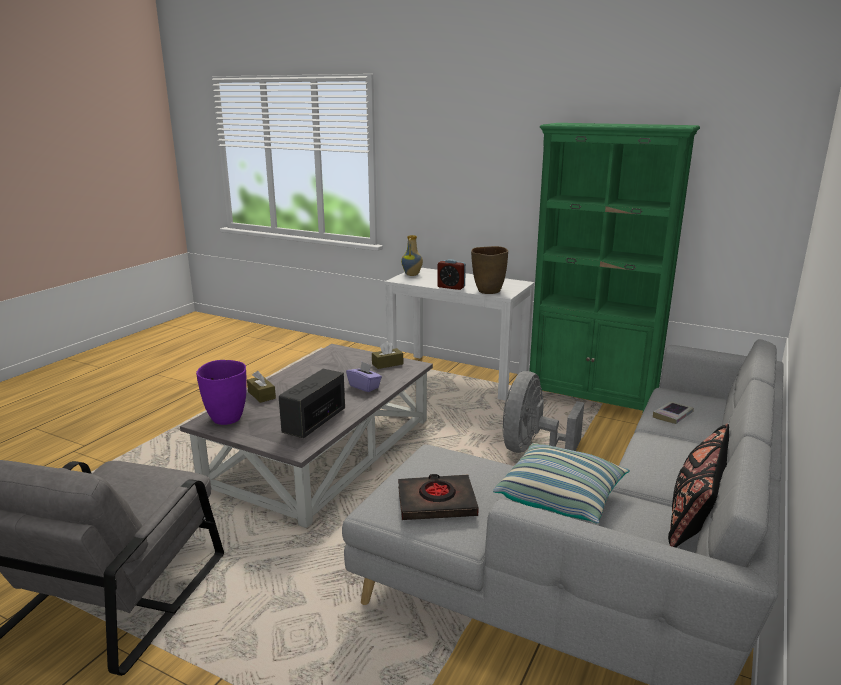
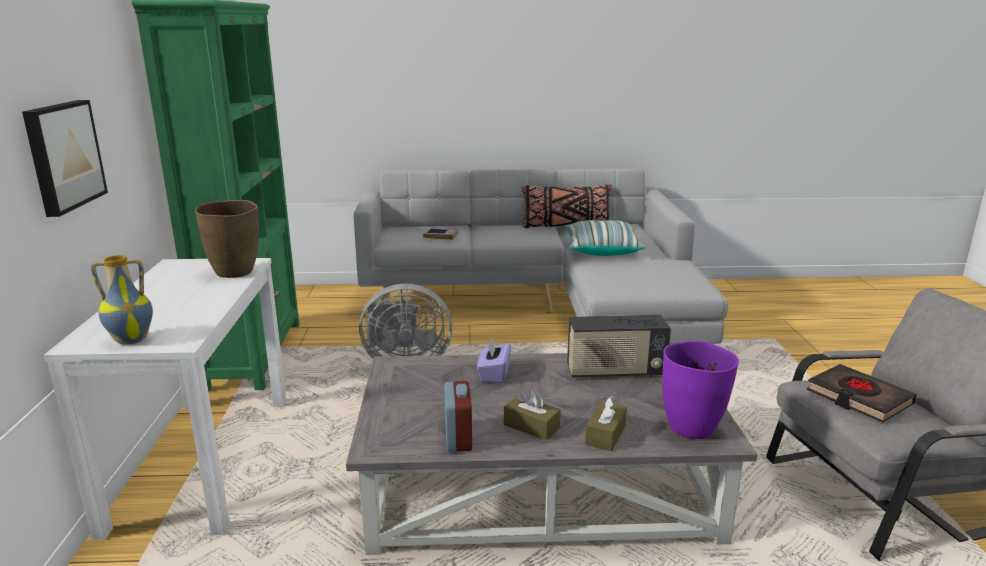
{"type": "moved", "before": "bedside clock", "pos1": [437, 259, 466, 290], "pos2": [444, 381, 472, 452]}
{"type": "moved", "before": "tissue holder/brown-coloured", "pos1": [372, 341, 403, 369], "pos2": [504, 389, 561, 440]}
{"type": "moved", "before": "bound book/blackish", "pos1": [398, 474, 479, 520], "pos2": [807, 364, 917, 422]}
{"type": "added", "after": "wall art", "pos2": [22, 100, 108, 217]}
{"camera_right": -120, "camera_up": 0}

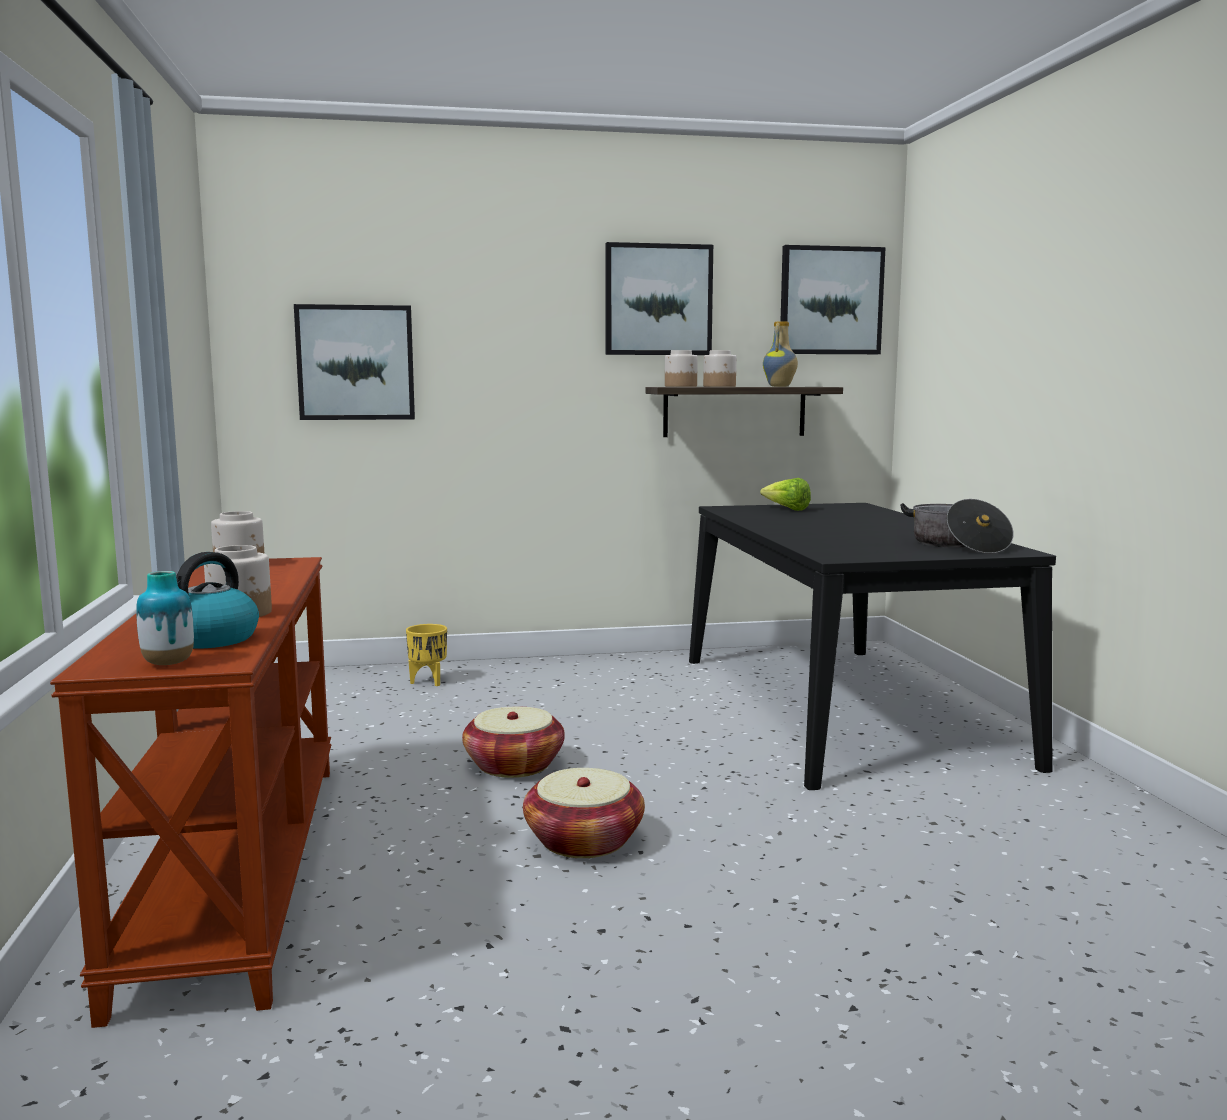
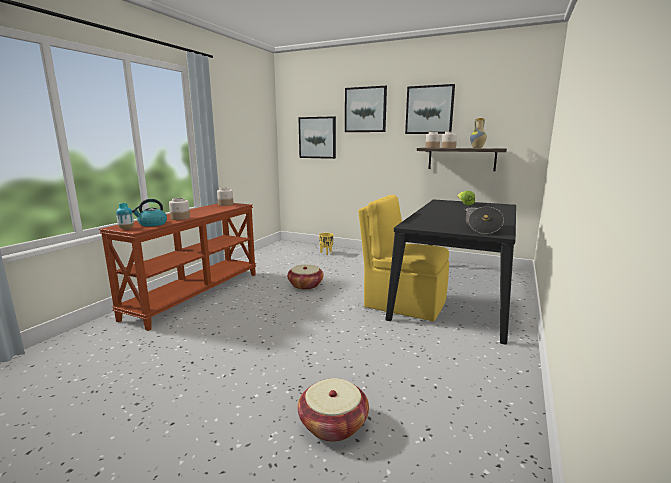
{"type": "moved", "before": "wall art", "pos1": [781, 245, 886, 354], "pos2": [345, 86, 387, 132]}
{"type": "moved", "before": "basket", "pos1": [523, 768, 645, 858], "pos2": [298, 378, 369, 442]}
{"type": "added", "after": "plain chair/yellowish", "pos2": [358, 195, 449, 321]}
{"camera_right": 35, "camera_up": 5}

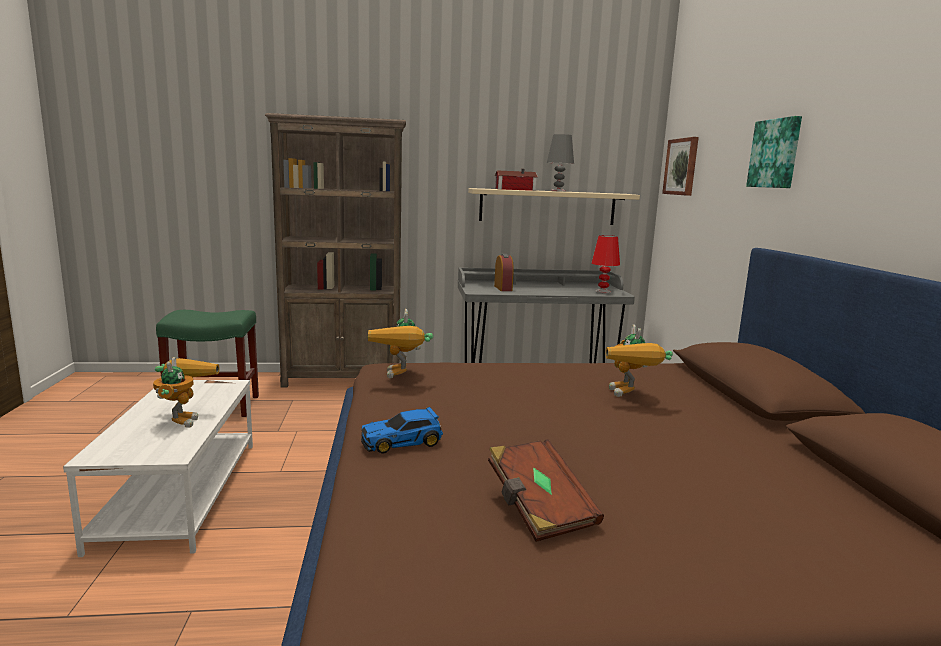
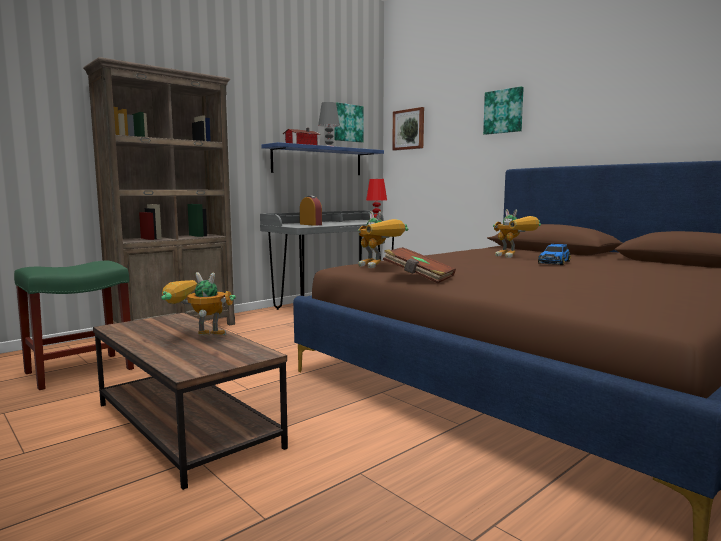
{"type": "recoloured", "before": "bracket shelf/beige", "after": "bracket shelf/bluish", "pos1": [468, 188, 640, 225], "pos2": [261, 142, 384, 175]}
{"type": "turned", "before": "toy robot", "pos1": [153, 357, 220, 428], "pos2": [161, 272, 236, 335], "turn": -45}
{"type": "recoloured", "before": "low table/white", "after": "low table/brown-coloured", "pos1": [63, 380, 253, 557], "pos2": [93, 313, 288, 490]}
{"type": "moved", "before": "model car", "pos1": [361, 407, 443, 454], "pos2": [538, 244, 571, 265]}
{"type": "moved", "before": "bound book/brown-coloured", "pos1": [488, 439, 604, 542], "pos2": [383, 247, 456, 283]}
{"type": "added", "after": "wall art", "pos2": [334, 102, 364, 143]}
{"camera_right": -35, "camera_up": -5}

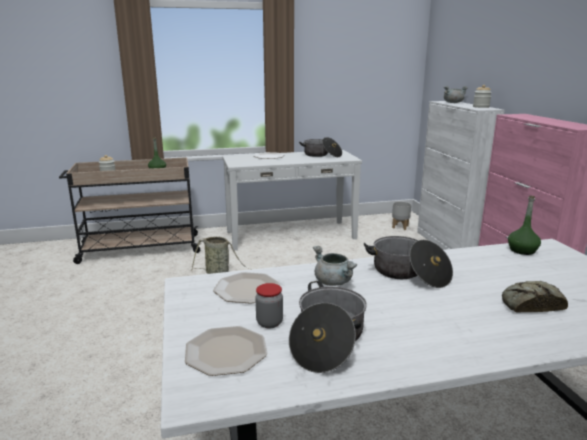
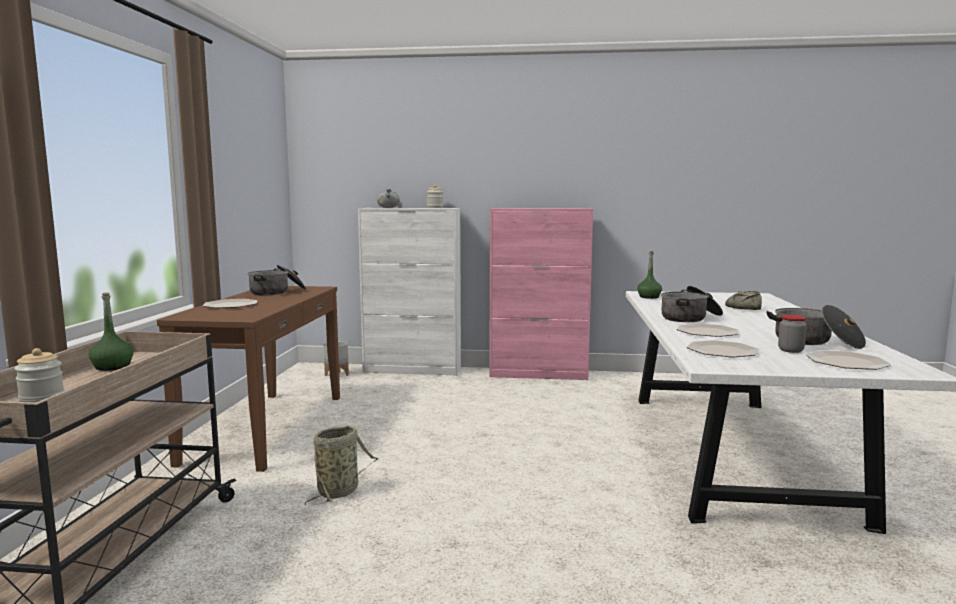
{"type": "recoloured", "before": "console table/white", "after": "console table/brown-coloured", "pos1": [222, 150, 362, 250], "pos2": [157, 286, 340, 472]}
{"type": "replaced", "before": "saucepot/greyish", "after": "plate", "pos1": [313, 246, 357, 286], "pos2": [677, 323, 739, 337]}
{"camera_right": -70, "camera_up": -10}

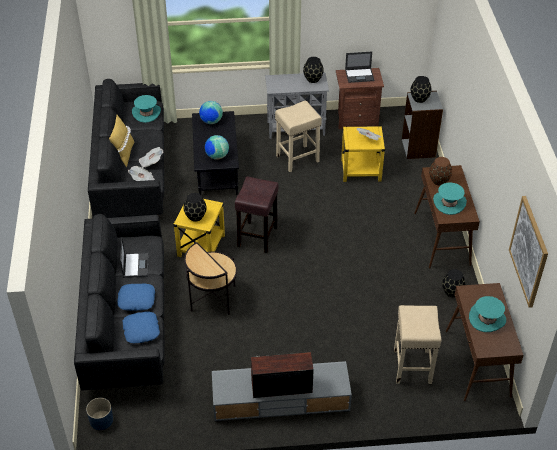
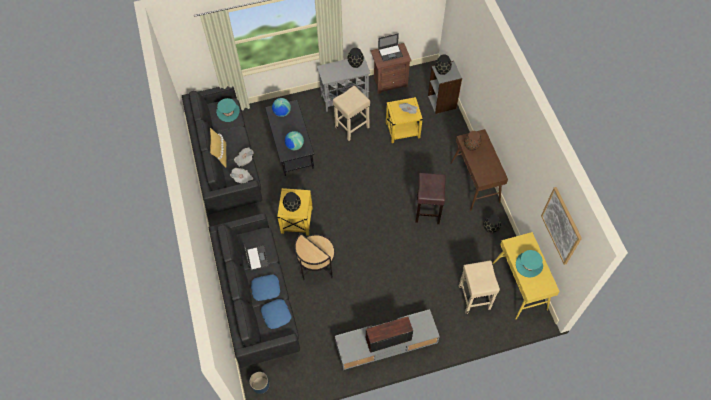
{"type": "moved", "before": "stool seat/brown-coloured", "pos1": [235, 177, 279, 253], "pos2": [415, 173, 446, 224]}
{"type": "removed", "before": "hat/turquoise", "pos1": [433, 183, 467, 215]}
{"type": "recoloured", "before": "console table/brown-coloured", "after": "console table/yellowish", "pos1": [446, 283, 524, 401], "pos2": [492, 232, 560, 319]}
{"camera_right": -10, "camera_up": 15}

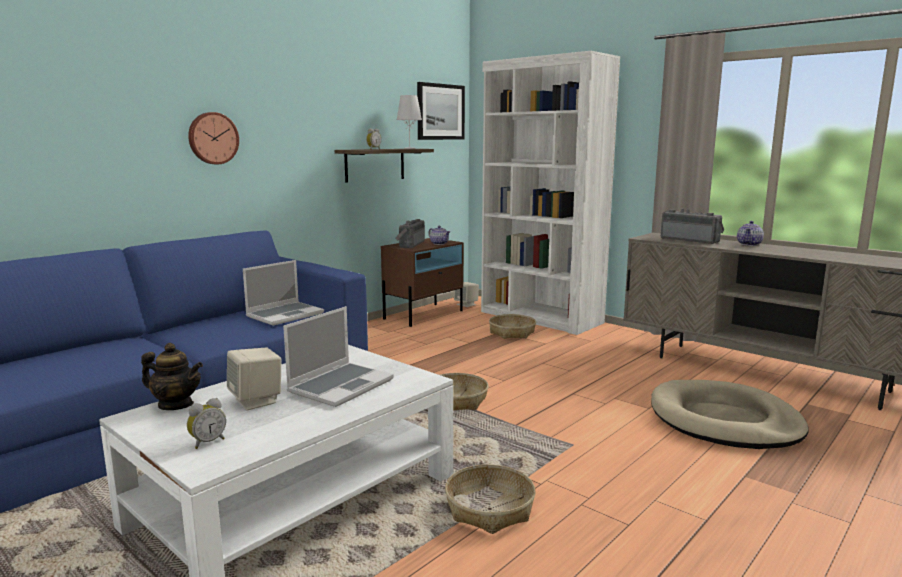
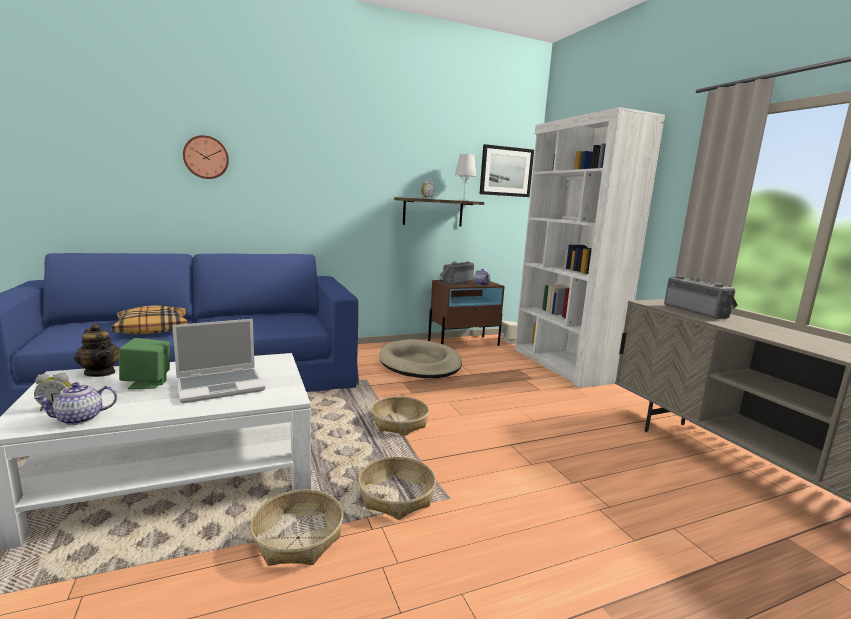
{"type": "moved", "before": "hanging clock", "pos1": [188, 112, 239, 165], "pos2": [183, 135, 229, 179]}
{"type": "moved", "before": "pot for tea", "pos1": [737, 221, 764, 246], "pos2": [34, 382, 117, 425]}
{"type": "removed", "before": "portable computer", "pos1": [243, 260, 324, 326]}
{"type": "moved", "before": "basket", "pos1": [489, 314, 536, 339], "pos2": [358, 457, 436, 520]}
{"type": "recoloured", "before": "speaker/beige", "after": "speaker/green-coloured", "pos1": [227, 348, 281, 410], "pos2": [119, 338, 170, 389]}
{"type": "moved", "before": "pet bed/beige", "pos1": [651, 380, 809, 449], "pos2": [379, 339, 462, 378]}
{"type": "added", "after": "throw pillow", "pos2": [112, 305, 187, 334]}
{"camera_right": 25, "camera_up": 0}

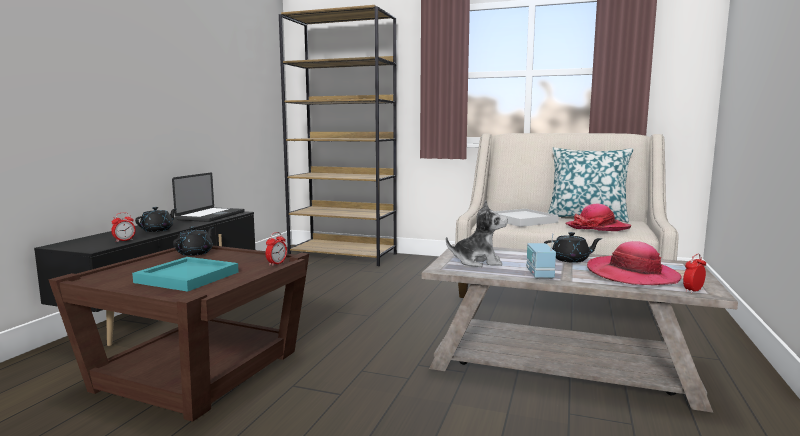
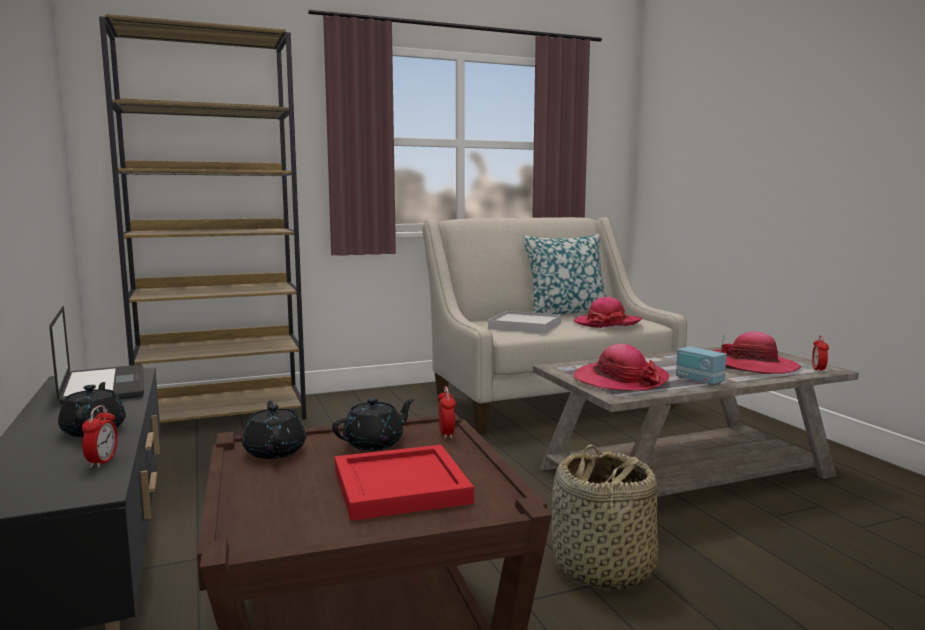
{"type": "replaced", "before": "soft toy", "after": "hat", "pos1": [446, 200, 508, 267], "pos2": [574, 344, 669, 391]}
{"type": "moved", "before": "pot for tea/blackish", "pos1": [544, 232, 602, 263], "pos2": [332, 398, 415, 450]}
{"type": "recoloured", "before": "serving tray/turquoise", "after": "serving tray/reddish", "pos1": [132, 257, 239, 292], "pos2": [335, 445, 474, 521]}
{"type": "added", "after": "basket", "pos2": [552, 445, 658, 589]}
{"camera_right": -40, "camera_up": 0}

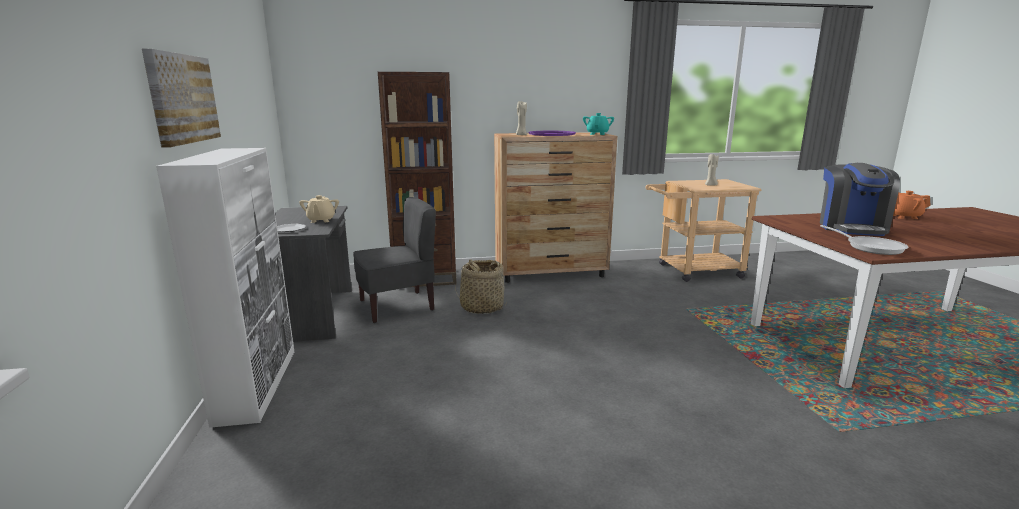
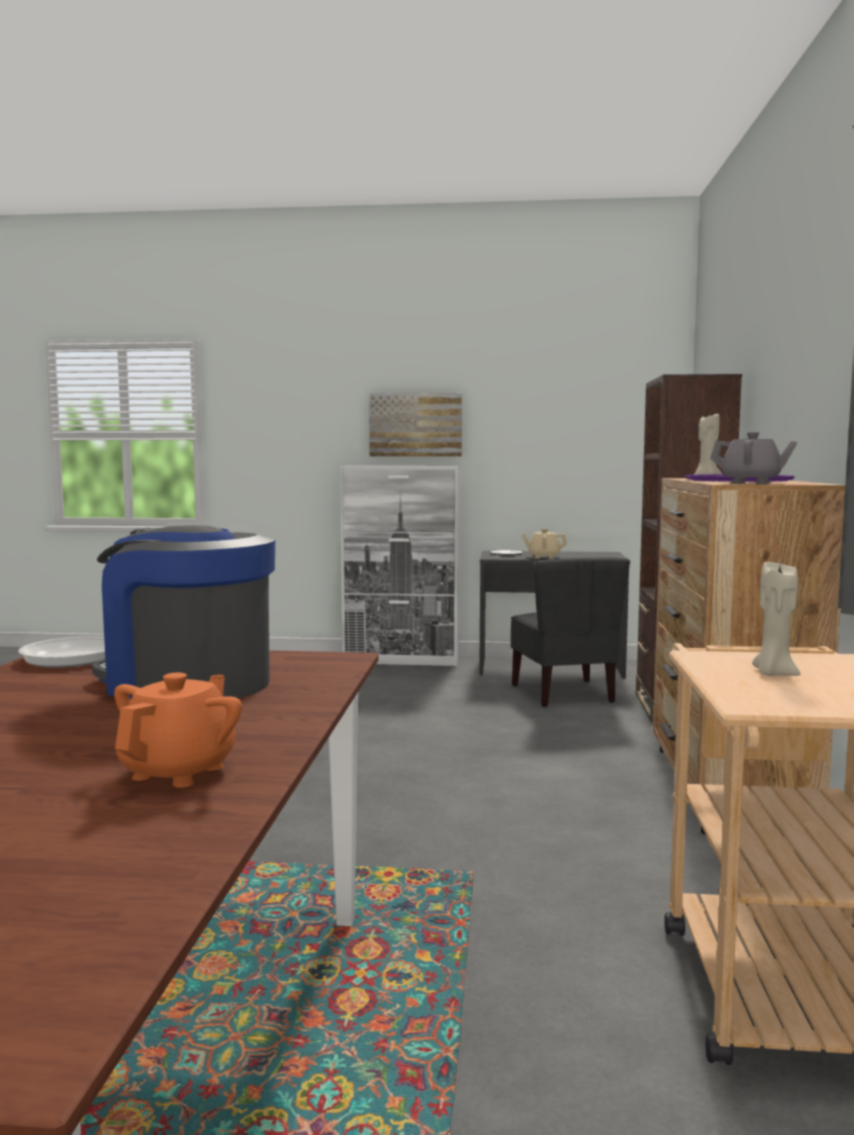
{"type": "recoloured", "before": "pot for tea/turquoise", "after": "pot for tea/greyish", "pos1": [583, 113, 614, 135], "pos2": [710, 432, 797, 484]}
{"type": "removed", "before": "basket", "pos1": [455, 259, 507, 314]}
{"camera_right": 105, "camera_up": -10}

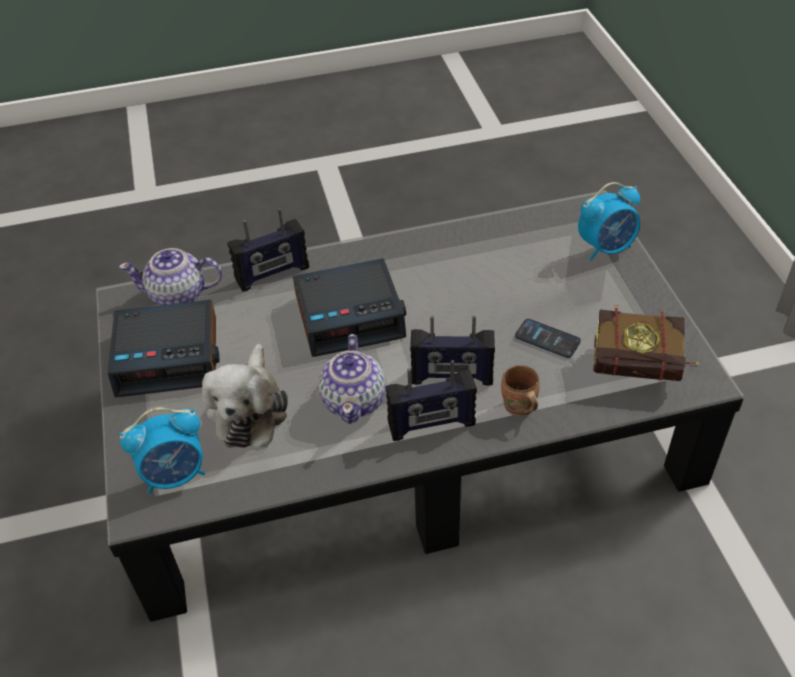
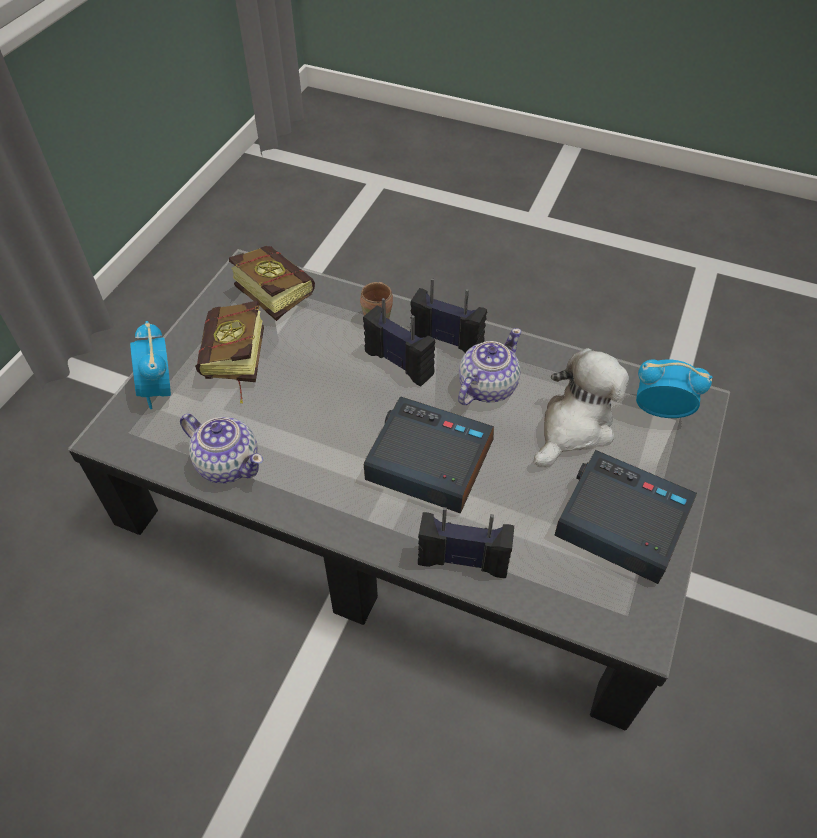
{"type": "turned", "before": "bedside clock", "pos1": [578, 182, 640, 261], "pos2": [130, 321, 171, 409], "turn": -120}
{"type": "moved", "before": "pot for tea", "pos1": [119, 248, 222, 305], "pos2": [180, 414, 263, 484]}
{"type": "removed", "before": "phone", "pos1": [515, 319, 581, 358]}
{"type": "added", "after": "bound book", "pos2": [195, 300, 264, 403]}
{"camera_right": -145, "camera_up": 5}

